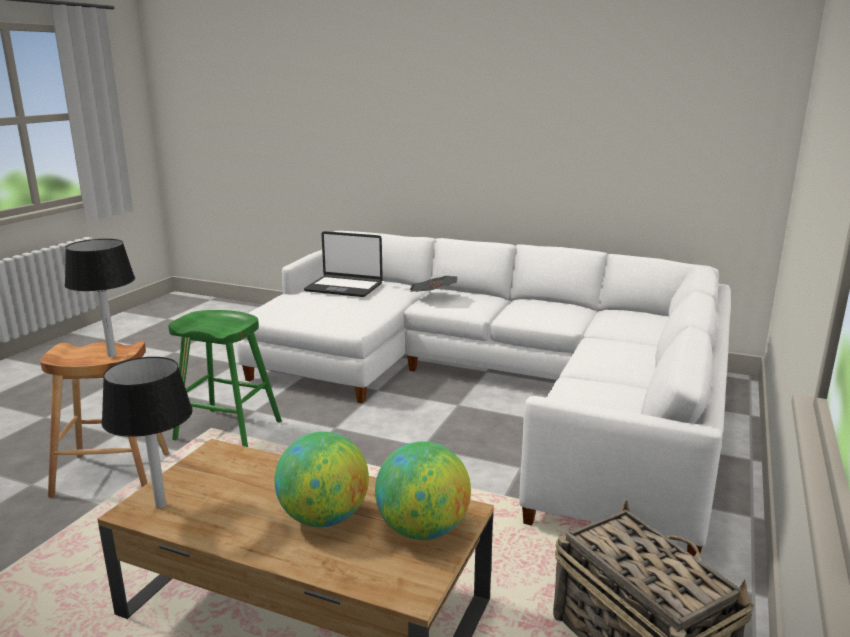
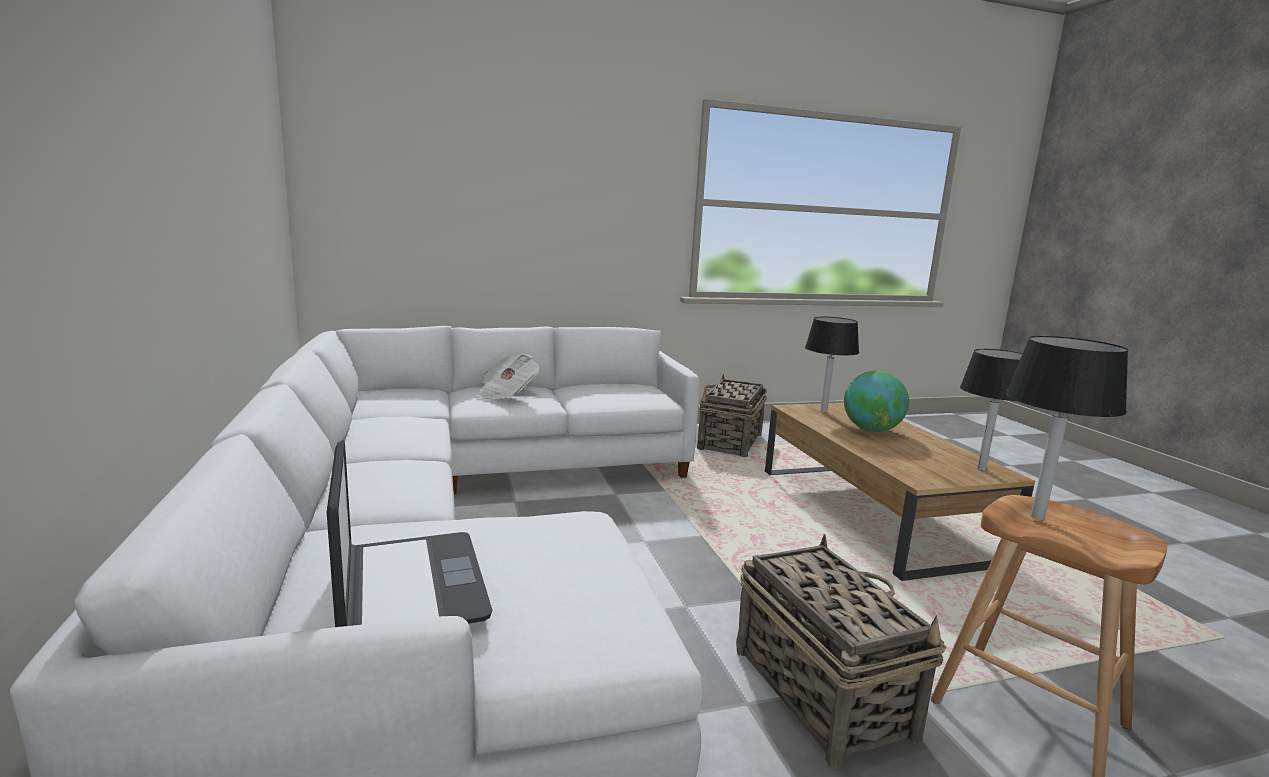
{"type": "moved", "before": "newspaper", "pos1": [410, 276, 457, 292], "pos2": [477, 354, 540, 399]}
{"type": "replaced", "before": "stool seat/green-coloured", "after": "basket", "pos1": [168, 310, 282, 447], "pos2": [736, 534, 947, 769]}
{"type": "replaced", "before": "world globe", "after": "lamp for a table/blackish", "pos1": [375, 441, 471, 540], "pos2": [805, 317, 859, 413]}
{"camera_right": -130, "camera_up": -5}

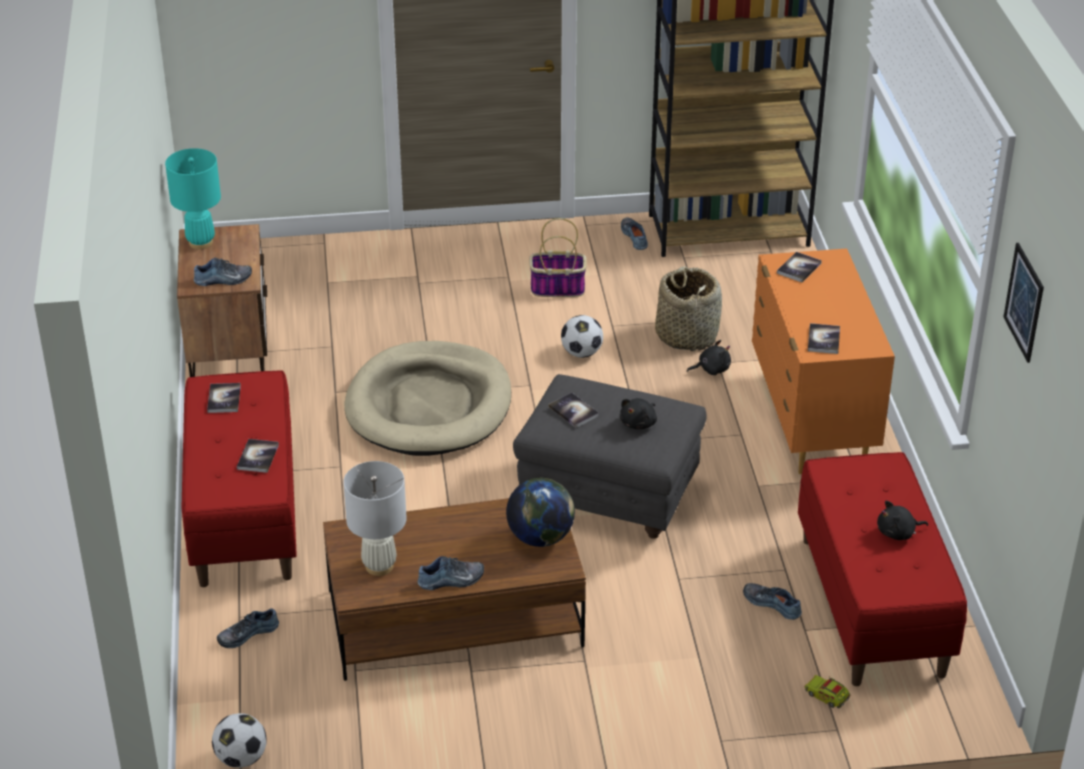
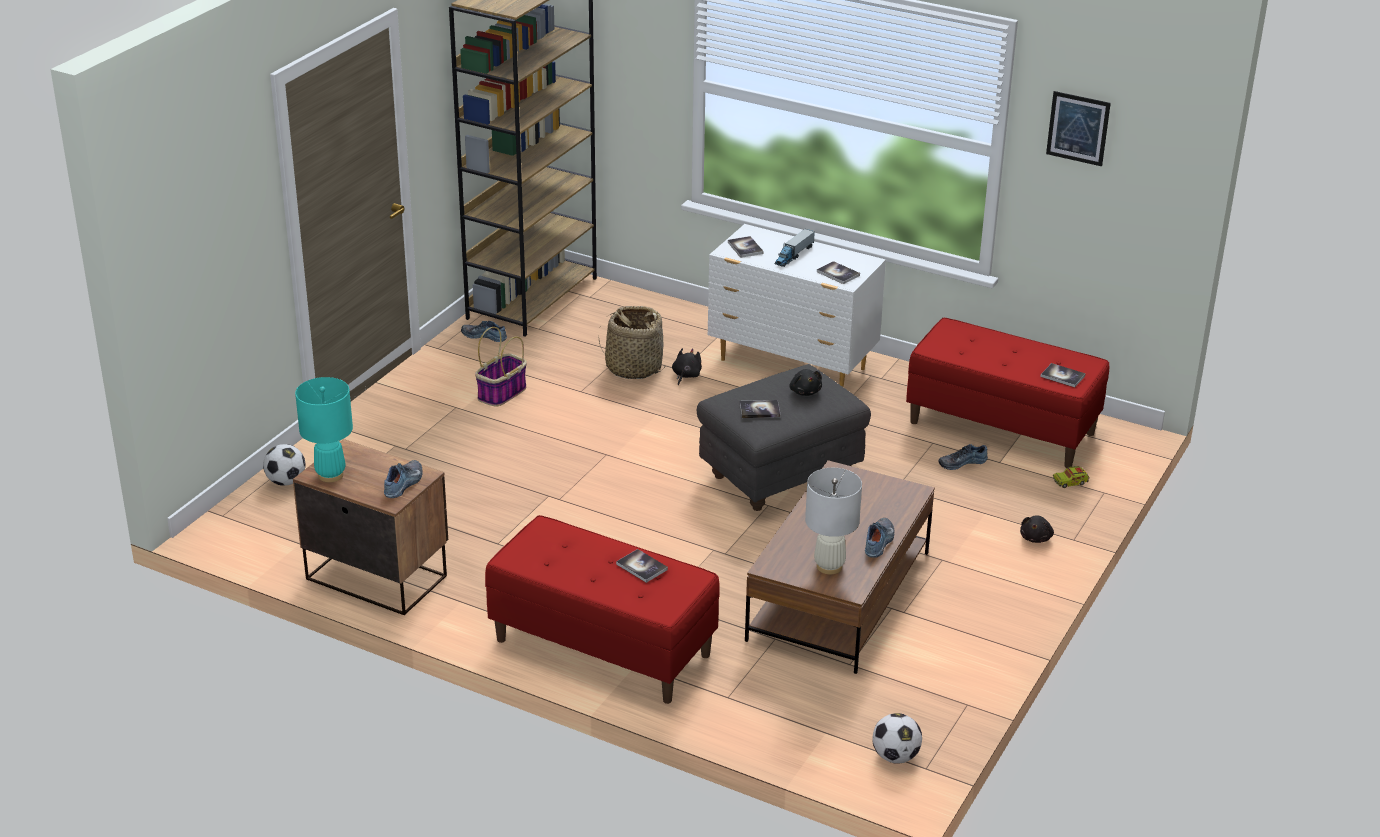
{"type": "recoloured", "before": "drawer chest/orangey", "after": "drawer chest/white", "pos1": [752, 249, 895, 474], "pos2": [708, 224, 886, 387]}
{"type": "moved", "before": "ball for football", "pos1": [561, 315, 603, 358], "pos2": [263, 444, 305, 486]}
{"type": "removed", "before": "pet bed/beige", "pos1": [345, 341, 511, 456]}
{"type": "moved", "before": "bound book", "pos1": [207, 383, 241, 413], "pos2": [1041, 363, 1086, 387]}
{"type": "removed", "before": "world globe", "pos1": [506, 478, 575, 547]}
{"type": "moved", "before": "soft toy/blackish", "pos1": [877, 501, 928, 540], "pos2": [1020, 515, 1054, 543]}
{"type": "removed", "before": "item of footwear", "pos1": [217, 608, 279, 648]}
{"type": "added", "after": "toy lorry", "pos2": [774, 229, 815, 267]}
{"camera_right": -55, "camera_up": -5}

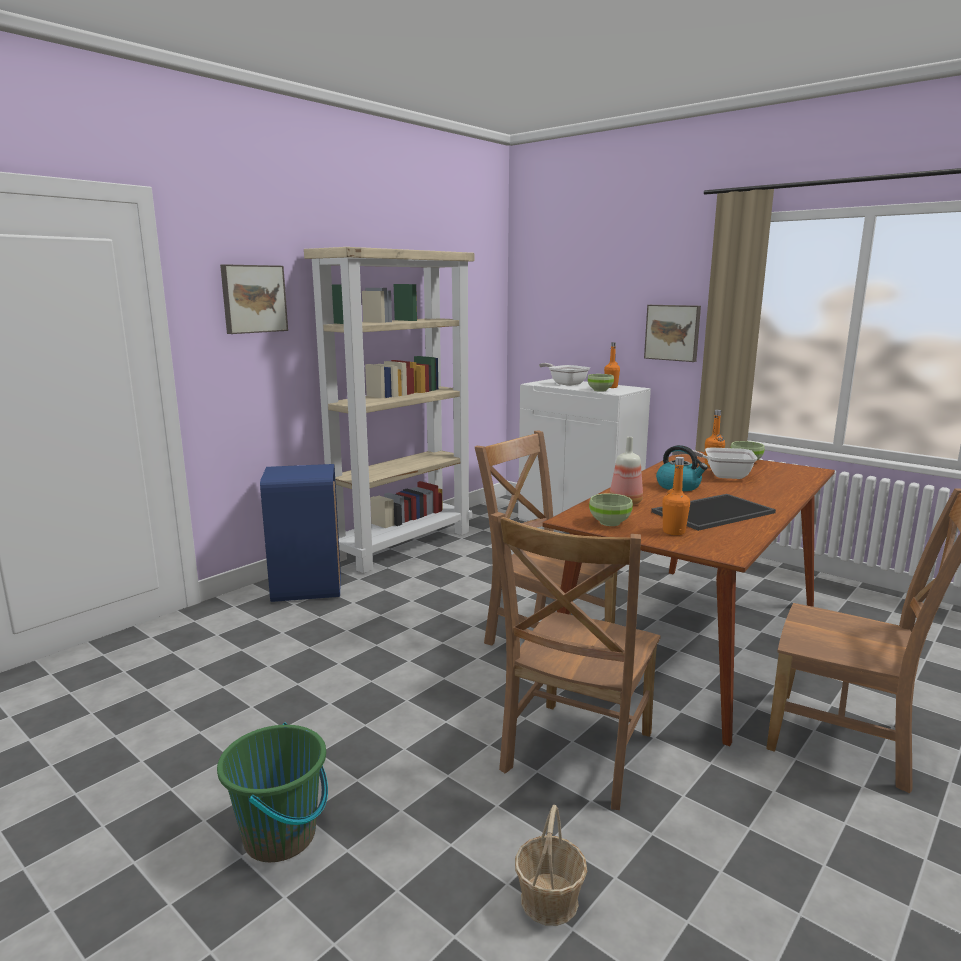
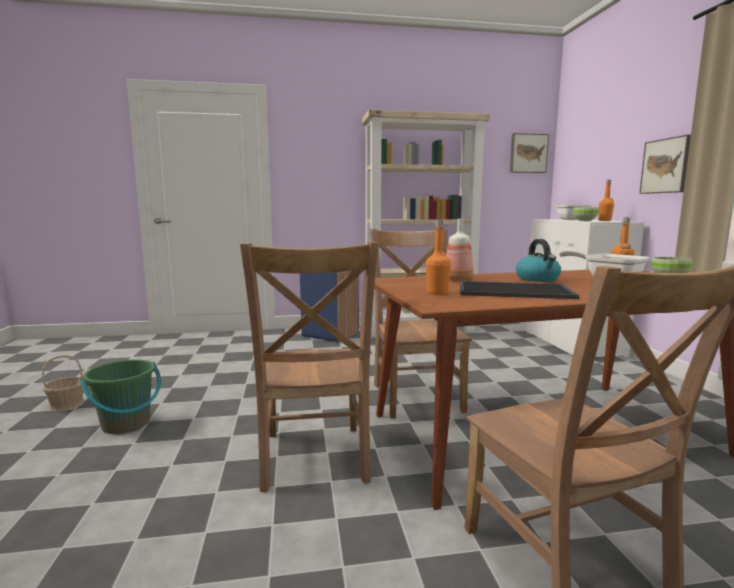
{"type": "moved", "before": "wall art", "pos1": [220, 264, 288, 334], "pos2": [510, 133, 549, 173]}
{"type": "removed", "before": "bowl/green-coloured", "pos1": [589, 494, 633, 526]}
{"type": "turned", "before": "plain chair/brown-coloured", "pos1": [490, 512, 661, 810], "pos2": [240, 242, 379, 493], "turn": -75}
{"type": "moved", "before": "basket", "pos1": [515, 805, 587, 926], "pos2": [42, 355, 84, 412]}
{"camera_right": 40, "camera_up": -5}

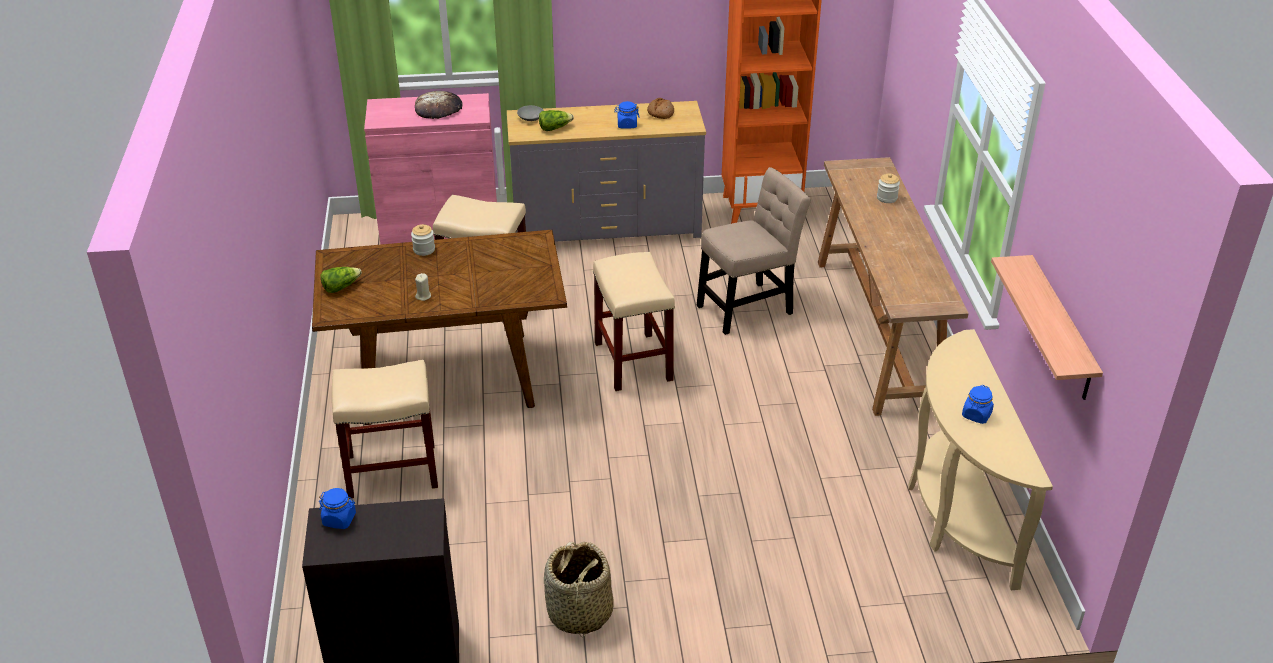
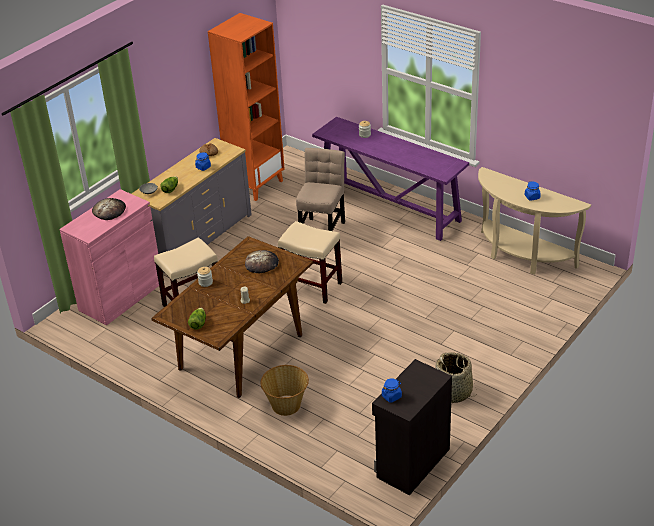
{"type": "recoloured", "before": "console table/brown-coloured", "after": "console table/purple", "pos1": [818, 157, 969, 416], "pos2": [312, 117, 469, 241]}
{"type": "removed", "before": "bracket shelf", "pos1": [991, 255, 1103, 400]}
{"type": "replaced", "before": "stool seat/beige", "after": "basket", "pos1": [332, 360, 438, 499], "pos2": [261, 365, 309, 416]}
{"type": "added", "after": "bread", "pos2": [245, 250, 279, 274]}
{"camera_right": -45, "camera_up": 0}

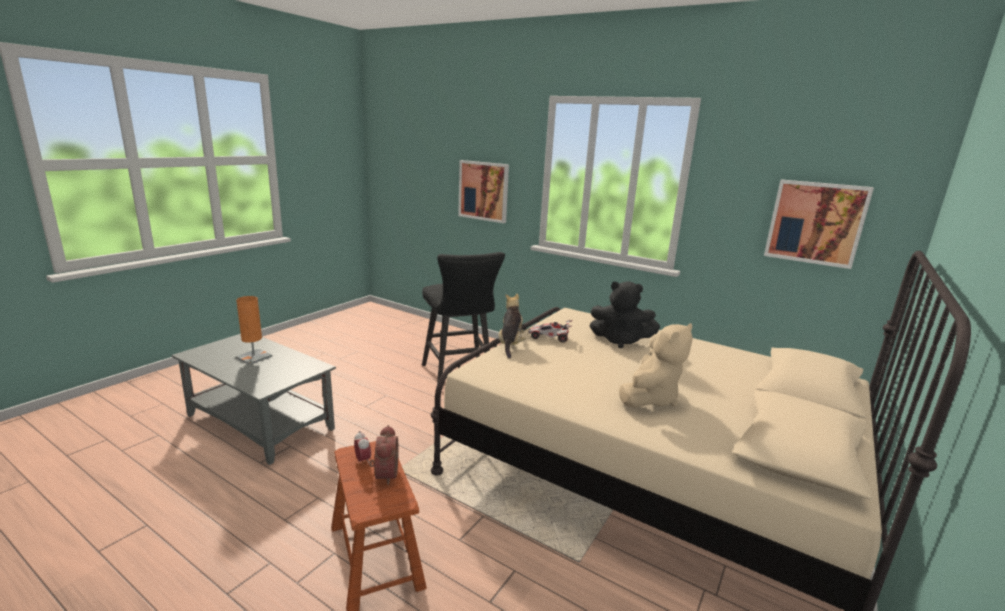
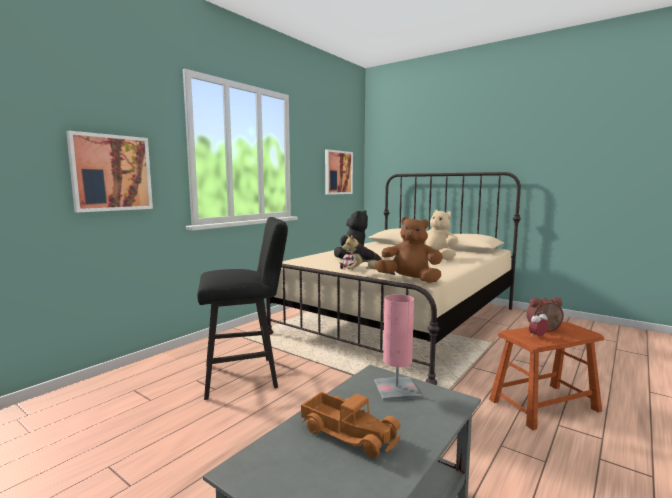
{"type": "replaced", "before": "lamp for a table/orangey", "after": "toy lorry", "pos1": [235, 296, 273, 365], "pos2": [301, 392, 401, 458]}
{"type": "added", "after": "soft toy/brown-coloured", "pos2": [375, 217, 443, 283]}
{"type": "added", "after": "lamp for a table/pinkish", "pos2": [374, 294, 421, 401]}
{"camera_right": -85, "camera_up": -10}

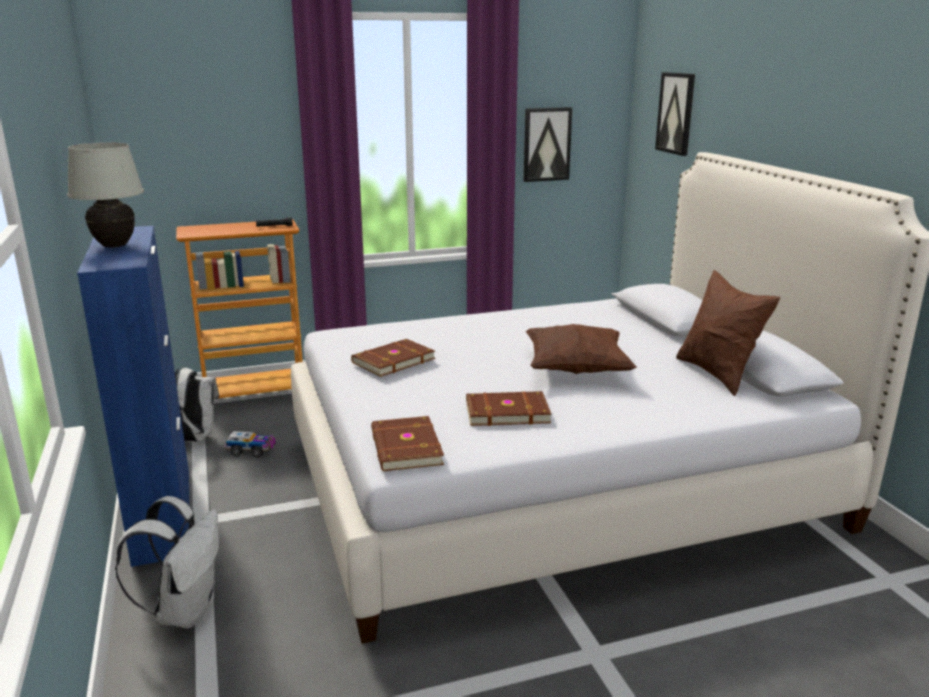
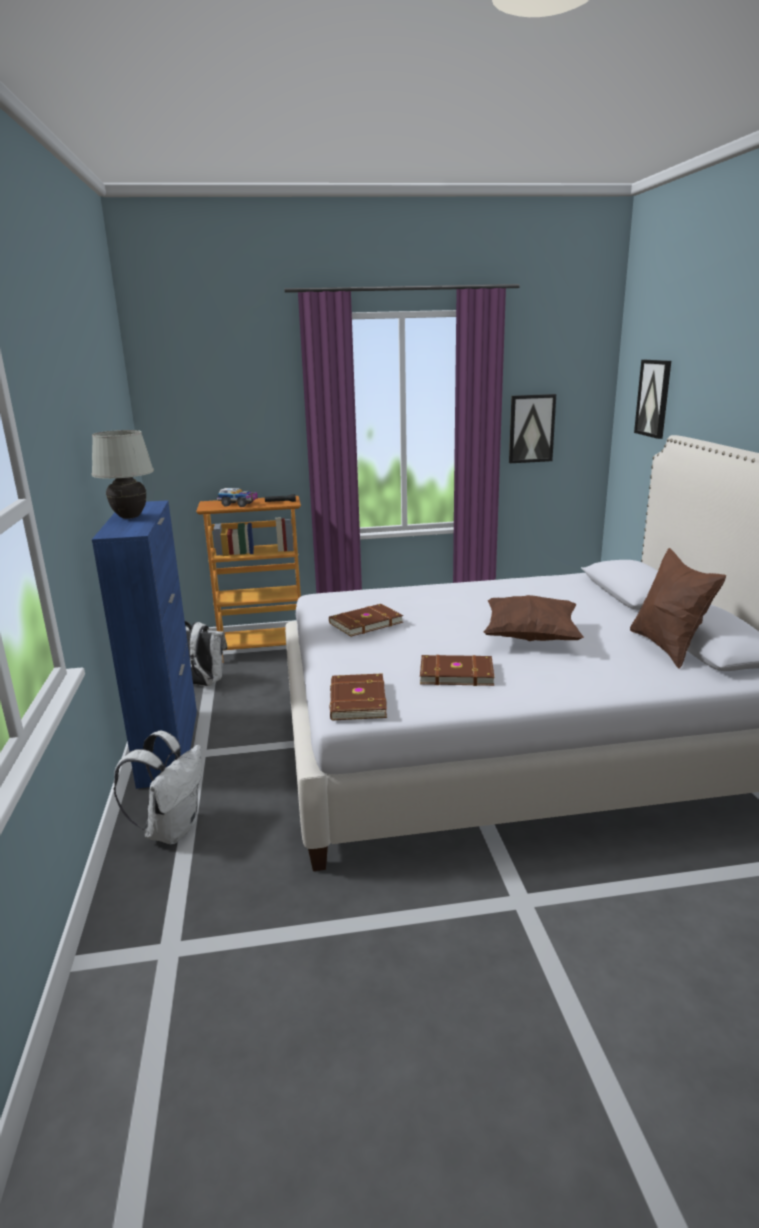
{"type": "moved", "before": "toy lorry", "pos1": [225, 431, 276, 458], "pos2": [217, 488, 258, 507]}
{"camera_right": 10, "camera_up": 0}

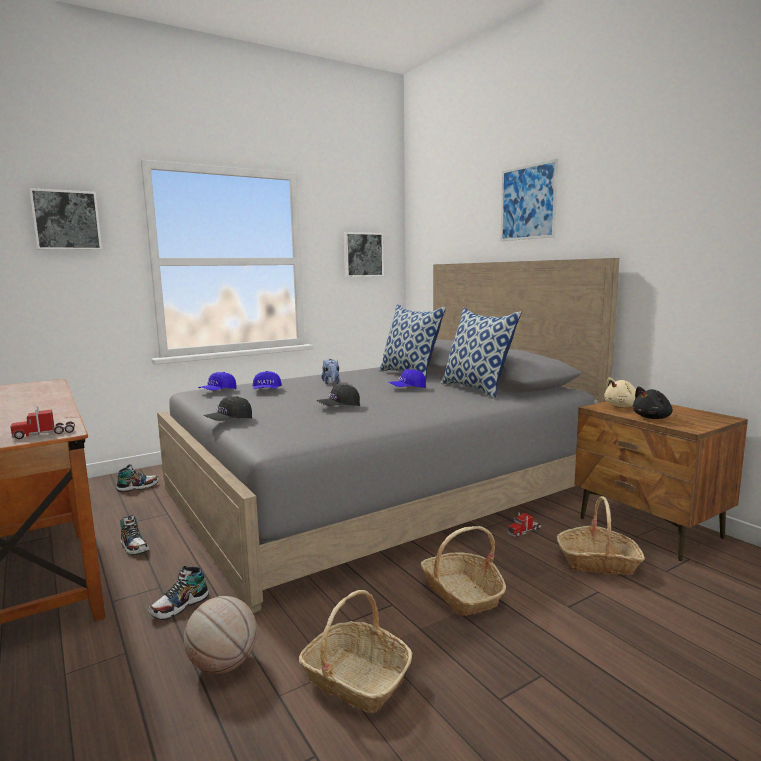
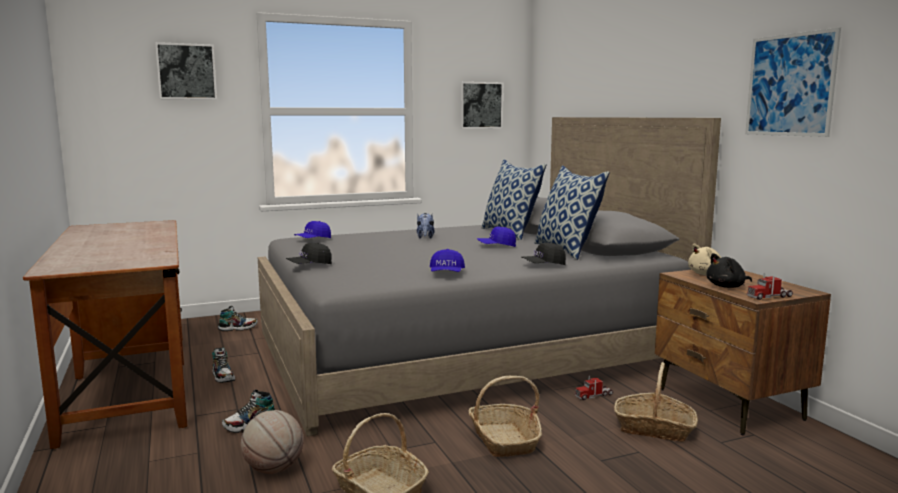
{"type": "moved", "before": "wall art", "pos1": [500, 159, 558, 241], "pos2": [745, 27, 841, 137]}
{"type": "moved", "before": "cap/bluish", "pos1": [253, 371, 282, 389], "pos2": [430, 249, 465, 272]}
{"type": "moved", "before": "cap/blackish", "pos1": [316, 385, 360, 406], "pos2": [522, 242, 566, 265]}
{"type": "moved", "before": "toy lorry", "pos1": [11, 407, 75, 439], "pos2": [747, 273, 793, 300]}
{"camera_right": 10, "camera_up": 0}

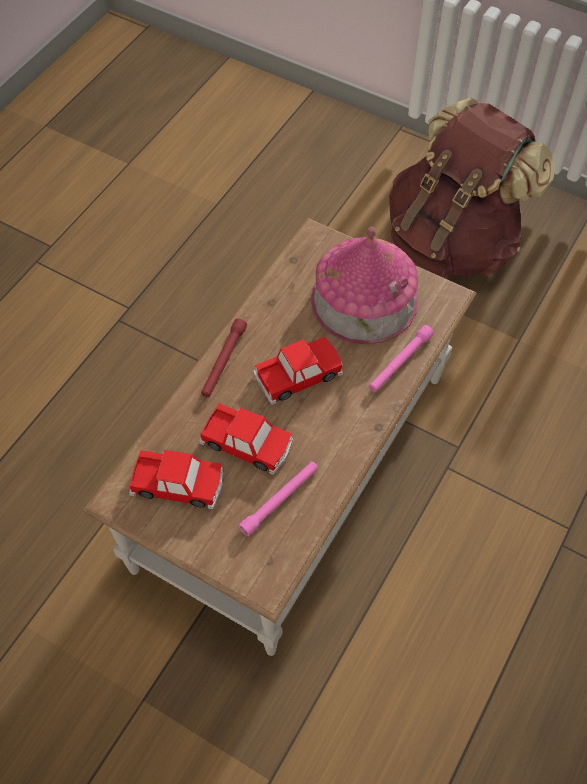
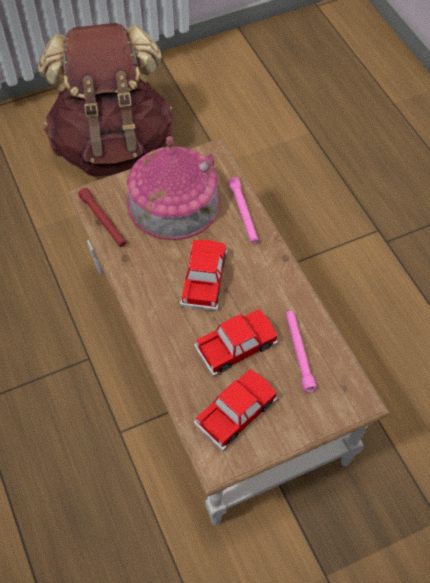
{"type": "moved", "before": "flashlight/reddish", "pos1": [201, 318, 247, 397], "pos2": [78, 188, 126, 247]}
{"camera_right": -55, "camera_up": 0}

